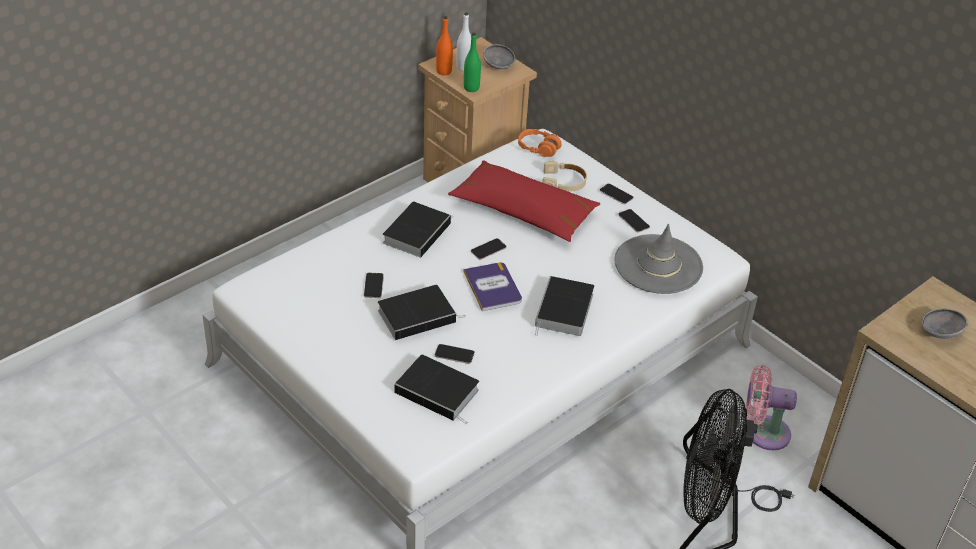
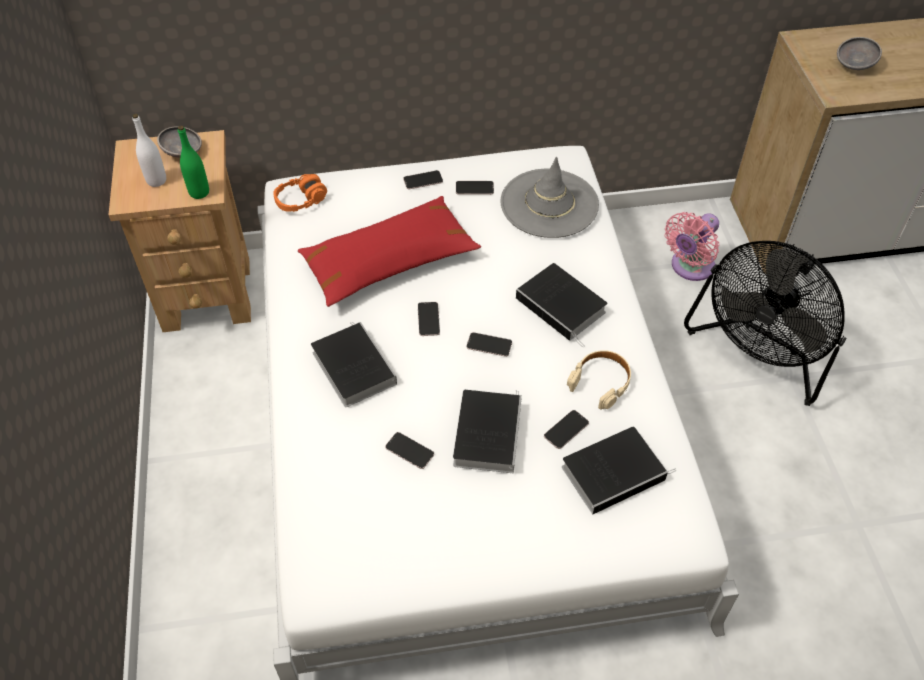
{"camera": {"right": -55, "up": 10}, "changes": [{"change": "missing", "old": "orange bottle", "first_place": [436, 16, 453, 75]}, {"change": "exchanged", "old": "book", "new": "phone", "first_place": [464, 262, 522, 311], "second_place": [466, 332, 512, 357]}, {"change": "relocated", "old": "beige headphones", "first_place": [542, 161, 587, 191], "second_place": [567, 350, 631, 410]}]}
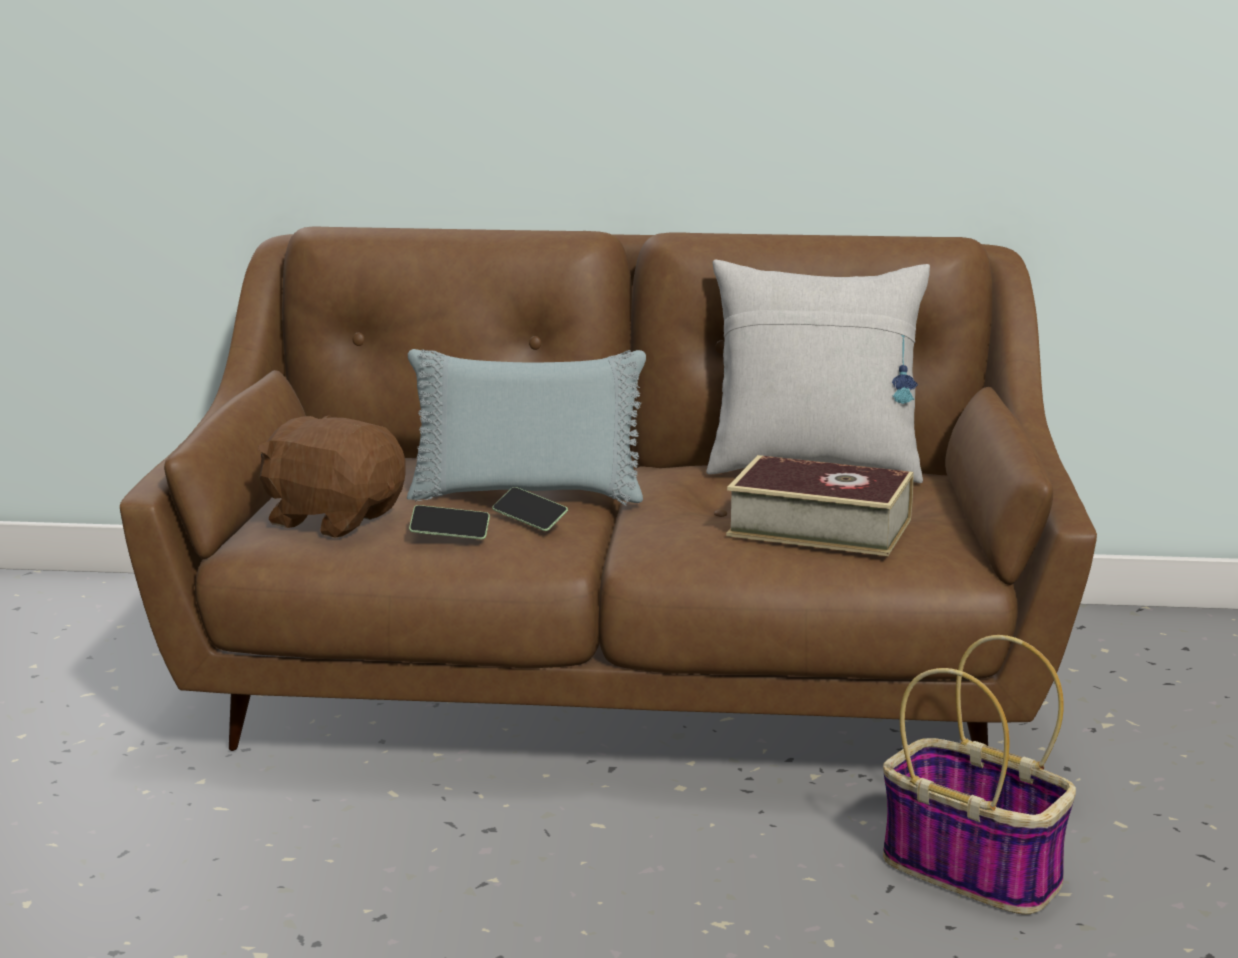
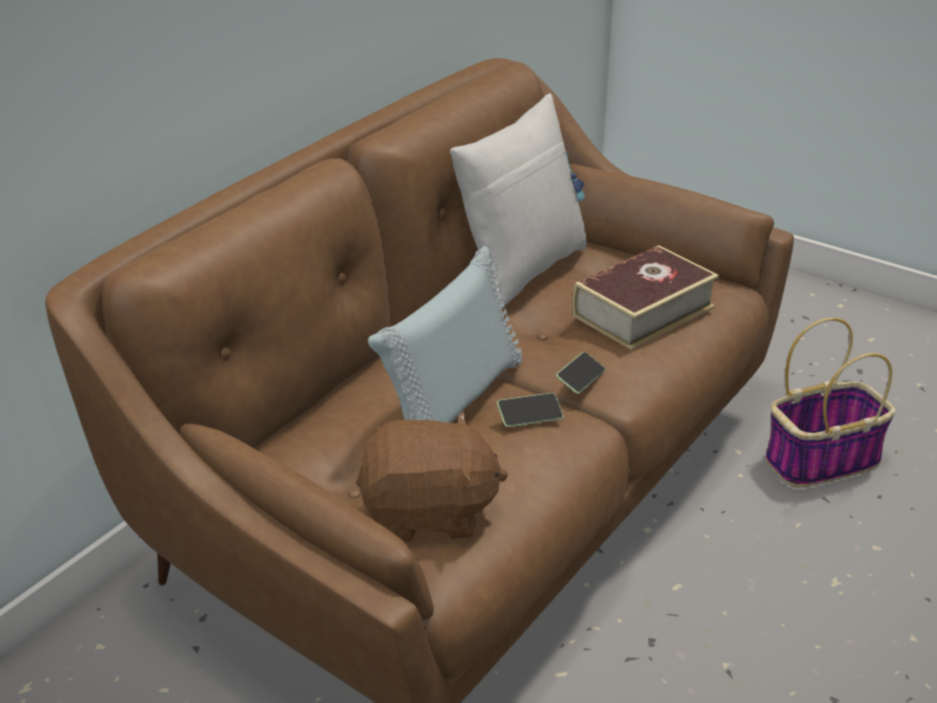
{"camera": {"right": -60, "up": 15}, "changes": [{"change": "spun", "old": "brown plush toy", "first_place": [258, 415, 405, 538], "second_place": [356, 411, 508, 541], "degrees": -150}, {"change": "relocated", "old": "phone", "first_place": [409, 505, 490, 539], "second_place": [556, 352, 605, 394]}]}
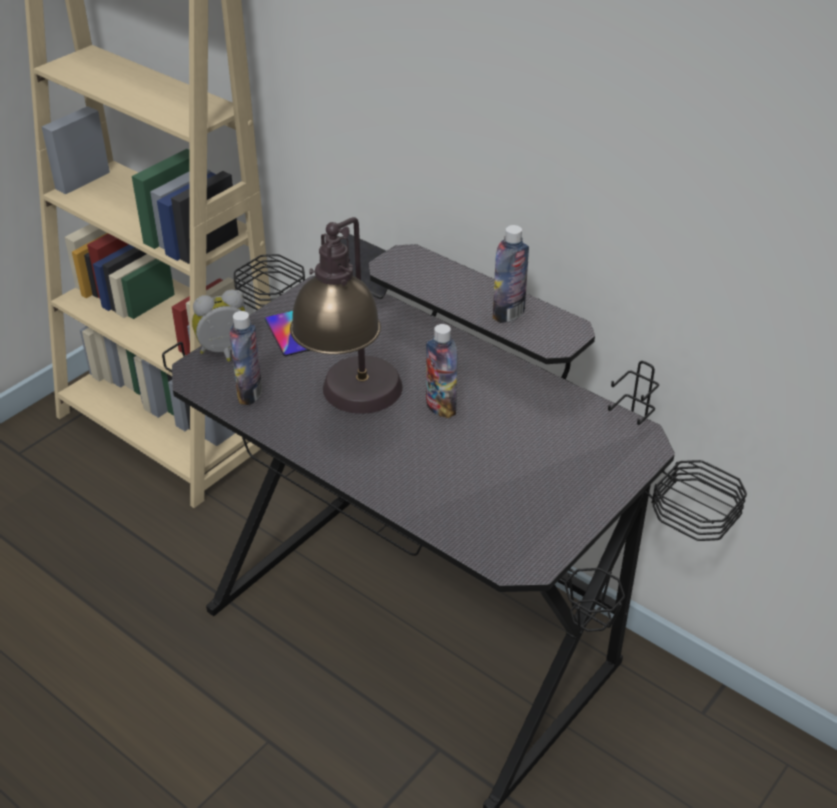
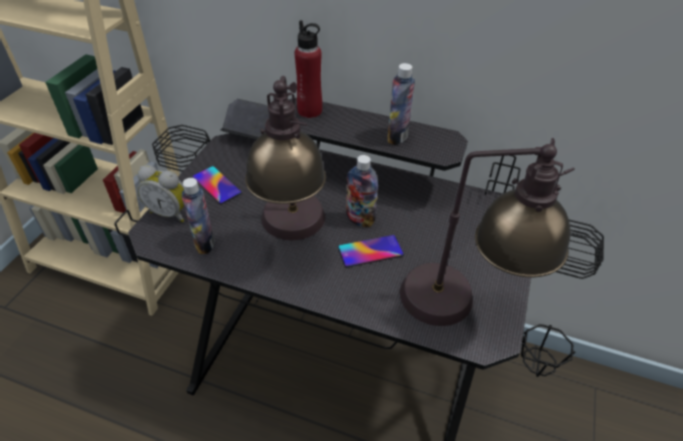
{"camera": {"right": -20, "up": 5}, "changes": [{"change": "spun", "old": "alarm clock", "first_place": [192, 290, 245, 362], "second_place": [137, 165, 184, 222], "degrees": -120}, {"change": "appeared", "new": "red bottle", "second_place": [294, 20, 322, 118]}, {"change": "appeared", "new": "phone", "second_place": [338, 235, 404, 267]}, {"change": "appeared", "new": "table lamp", "second_place": [400, 138, 575, 326]}]}
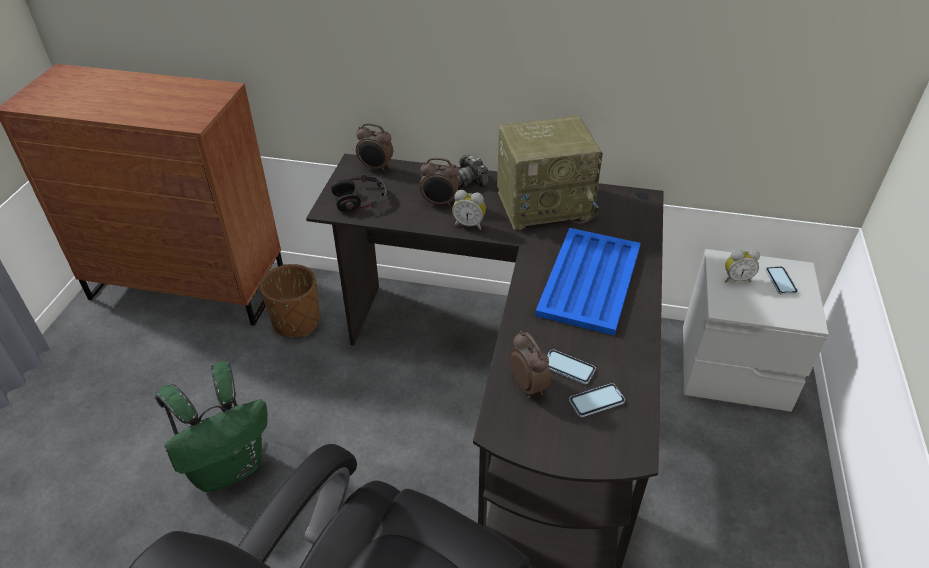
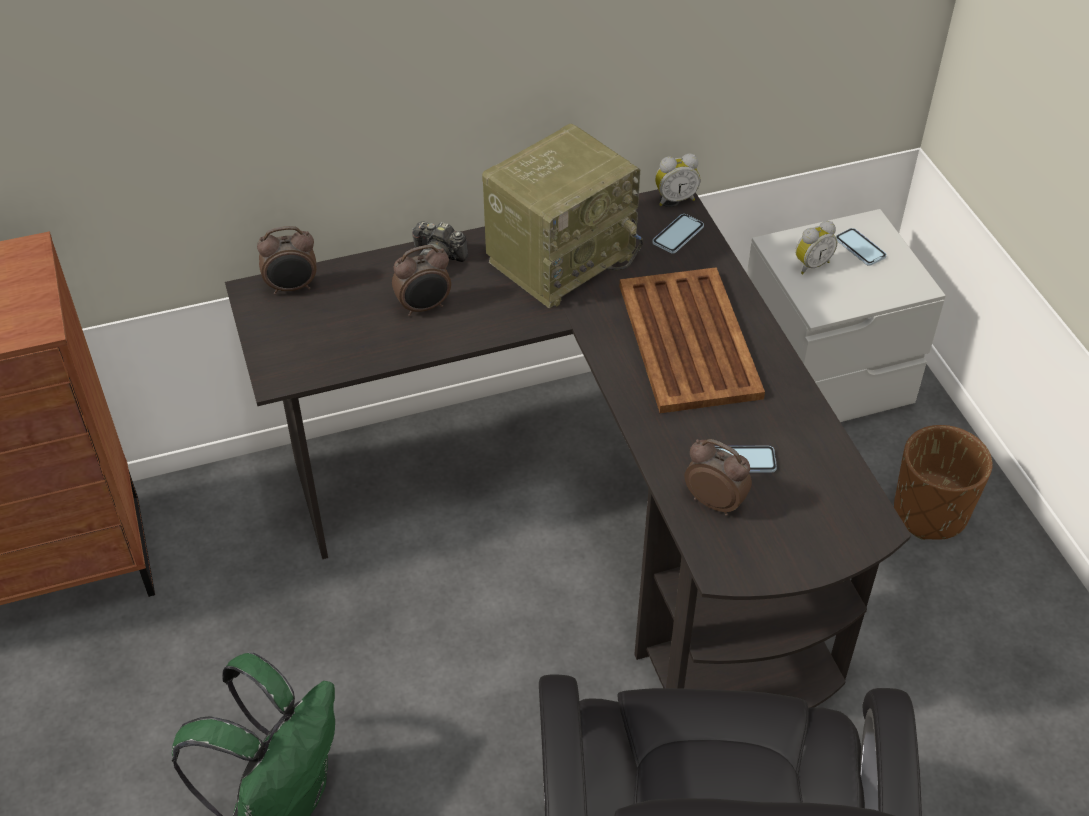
{"camera": {"right": -30, "up": 5}, "changes": [{"change": "relocated", "old": "brown planter", "first_place": [260, 264, 320, 338], "second_place": [894, 425, 993, 540]}, {"change": "missing", "old": "headphones", "first_place": [331, 175, 387, 212]}, {"change": "relocated", "old": "alarm clock", "first_place": [452, 190, 486, 230], "second_place": [655, 154, 700, 206]}, {"change": "colour", "old": "blue tray", "new": "brown tray", "first_place": [535, 228, 641, 336], "second_place": [620, 267, 765, 413]}, {"change": "relocated", "old": "phone", "first_place": [569, 383, 625, 417], "second_place": [652, 214, 704, 253]}]}
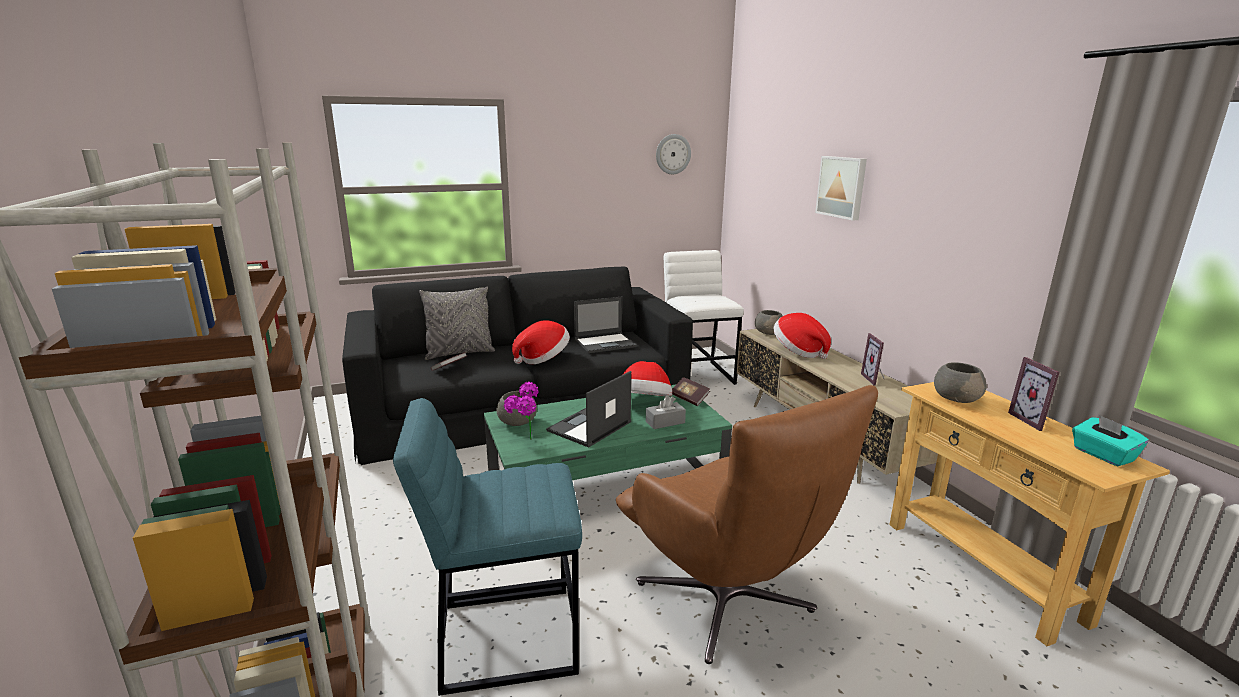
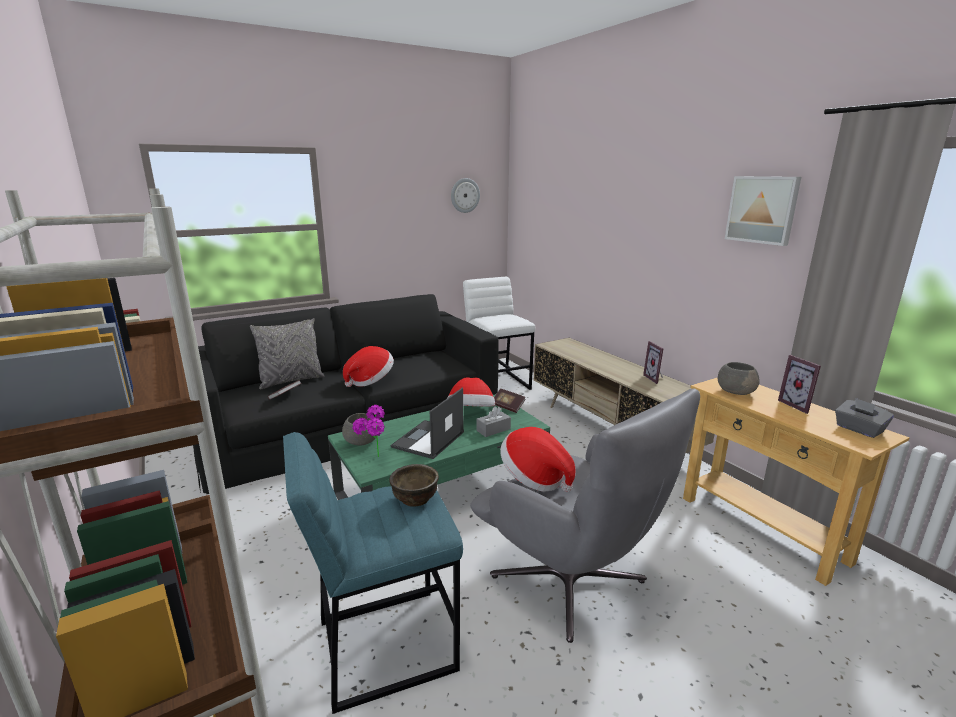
{"camera": {"right": -10, "up": 0}, "changes": [{"change": "missing", "old": "laptop", "first_place": [574, 297, 637, 353]}, {"change": "colour", "old": "brown armchair", "new": "grey armchair", "first_place": [616, 385, 878, 664], "second_place": [470, 388, 700, 643]}, {"change": "missing", "old": "grey bowl", "first_place": [755, 310, 783, 335]}, {"change": "relocated", "old": "hat", "first_place": [773, 313, 831, 359], "second_place": [500, 427, 576, 492]}, {"change": "relocated", "old": "picture", "first_place": [815, 156, 867, 221], "second_place": [725, 176, 801, 246]}, {"change": "colour", "old": "turquoise tissue box", "new": "grey tissue box", "first_place": [1072, 415, 1149, 466], "second_place": [835, 398, 894, 438]}, {"change": "appeared", "new": "brown bowl", "second_place": [390, 464, 439, 507]}]}
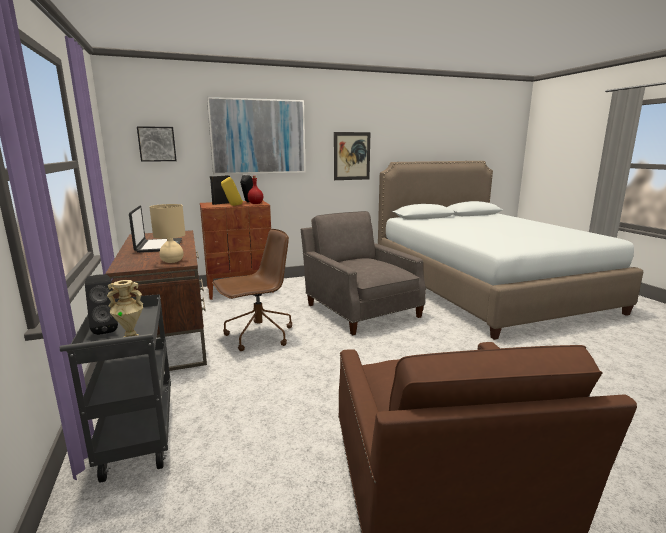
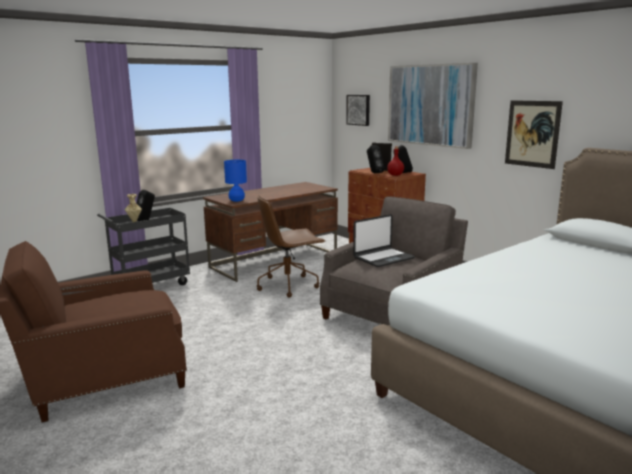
{"camera": {"right": 70, "up": 0}, "changes": [{"change": "relocated", "old": "laptop", "first_place": [129, 205, 182, 253], "second_place": [353, 214, 415, 267]}, {"change": "colour", "old": "beige table lamp", "new": "blue table lamp", "first_place": [150, 204, 185, 263], "second_place": [224, 160, 247, 202]}, {"change": "spun", "old": "brown office chair", "first_place": [212, 229, 292, 351], "second_place": [257, 195, 325, 298], "degrees": 120}, {"change": "colour", "old": "yellow speaker", "new": "black speaker", "first_place": [221, 177, 243, 206], "second_place": [367, 145, 385, 173]}]}
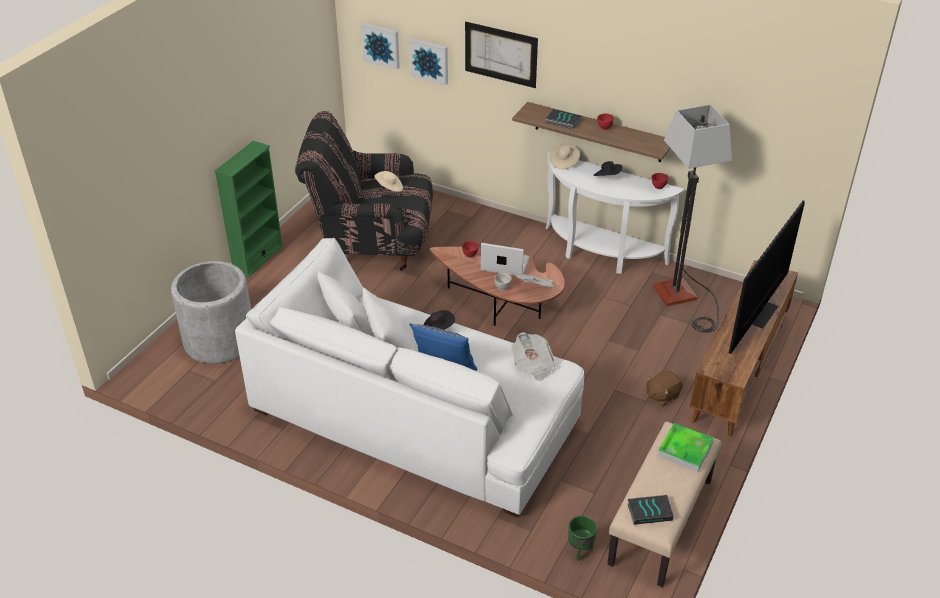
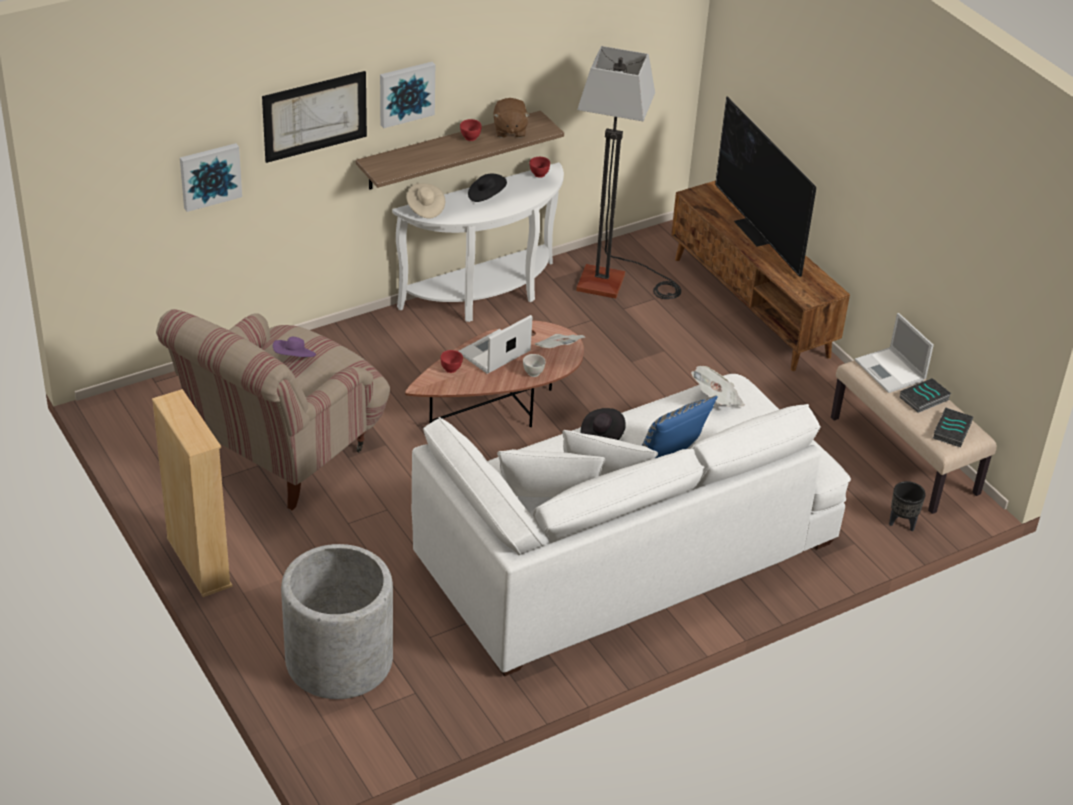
{"camera": {"right": -60, "up": 0}, "changes": [{"change": "colour", "old": "green bookcase", "new": "beige bookcase", "first_place": [214, 141, 284, 277], "second_place": [152, 389, 233, 597]}, {"change": "colour", "old": "black armchair", "new": "beige armchair", "first_place": [295, 111, 433, 271], "second_place": [156, 309, 390, 510]}, {"change": "relocated", "old": "picture", "first_place": [361, 23, 400, 69], "second_place": [380, 62, 435, 128]}, {"change": "colour", "old": "beige hat", "new": "purple hat", "first_place": [374, 171, 403, 192], "second_place": [273, 337, 316, 357]}, {"change": "relocated", "old": "book", "first_place": [546, 109, 581, 130], "second_place": [900, 378, 951, 413]}, {"change": "colour", "old": "green planter", "new": "black planter", "first_place": [568, 516, 597, 561], "second_place": [889, 481, 926, 531]}, {"change": "relocated", "old": "brown plush toy", "first_place": [646, 370, 683, 406], "second_place": [494, 98, 530, 138]}, {"change": "exchanged", "old": "tray", "new": "laptop", "first_place": [657, 423, 714, 472], "second_place": [855, 313, 934, 393]}]}
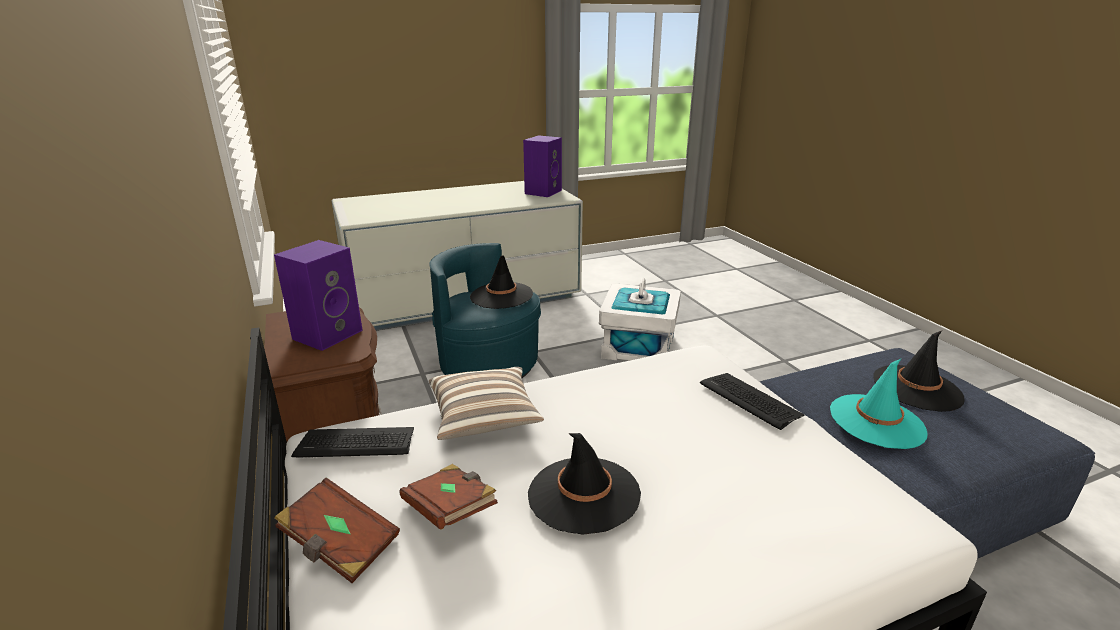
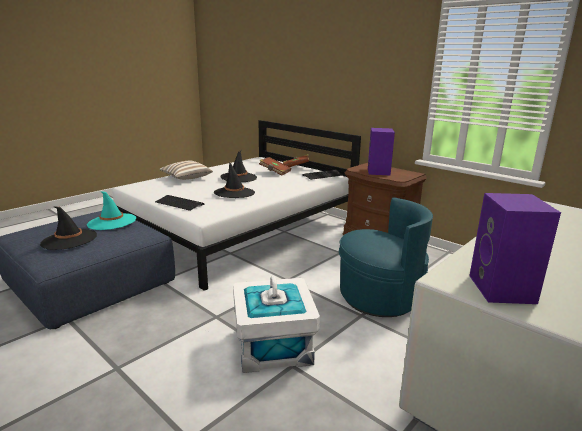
{"camera": {"right": 155, "up": -5}, "changes": [{"change": "relocated", "old": "pillow", "first_place": [429, 367, 544, 440], "second_place": [159, 161, 213, 180]}, {"change": "relocated", "old": "black hat", "first_place": [470, 255, 533, 309], "second_place": [214, 162, 255, 198]}]}
